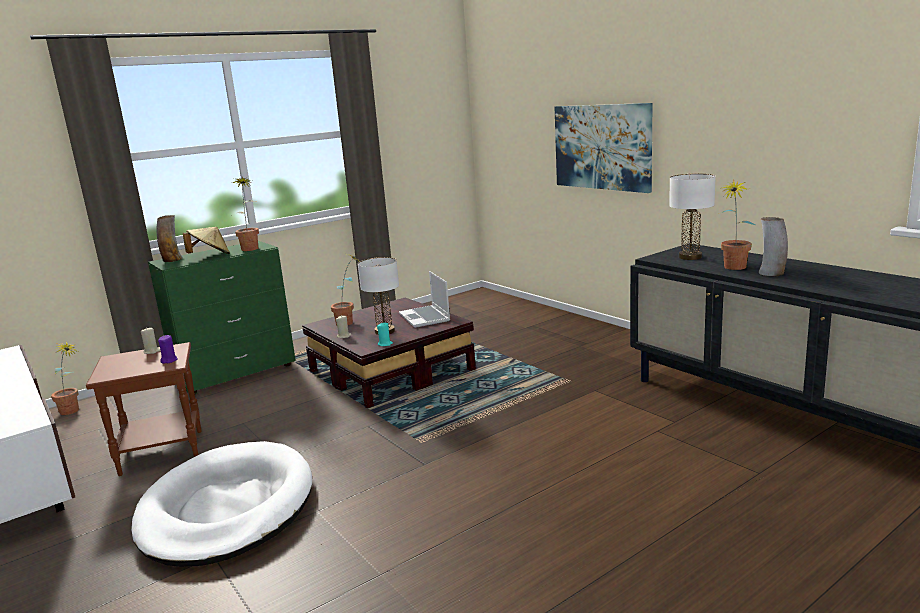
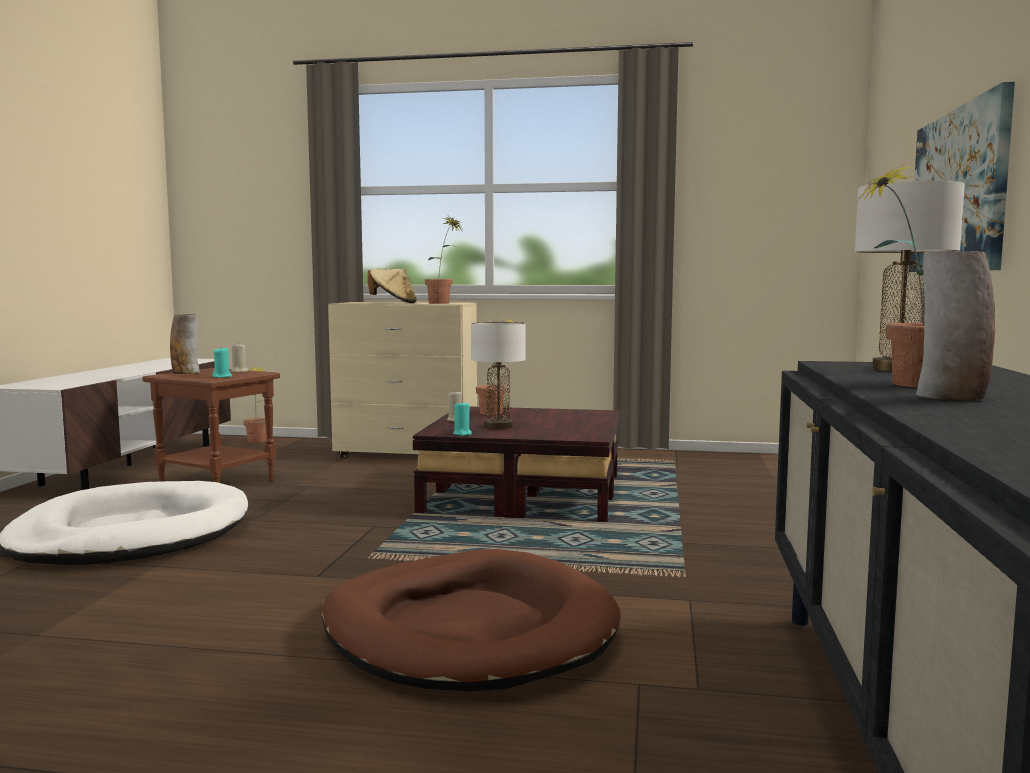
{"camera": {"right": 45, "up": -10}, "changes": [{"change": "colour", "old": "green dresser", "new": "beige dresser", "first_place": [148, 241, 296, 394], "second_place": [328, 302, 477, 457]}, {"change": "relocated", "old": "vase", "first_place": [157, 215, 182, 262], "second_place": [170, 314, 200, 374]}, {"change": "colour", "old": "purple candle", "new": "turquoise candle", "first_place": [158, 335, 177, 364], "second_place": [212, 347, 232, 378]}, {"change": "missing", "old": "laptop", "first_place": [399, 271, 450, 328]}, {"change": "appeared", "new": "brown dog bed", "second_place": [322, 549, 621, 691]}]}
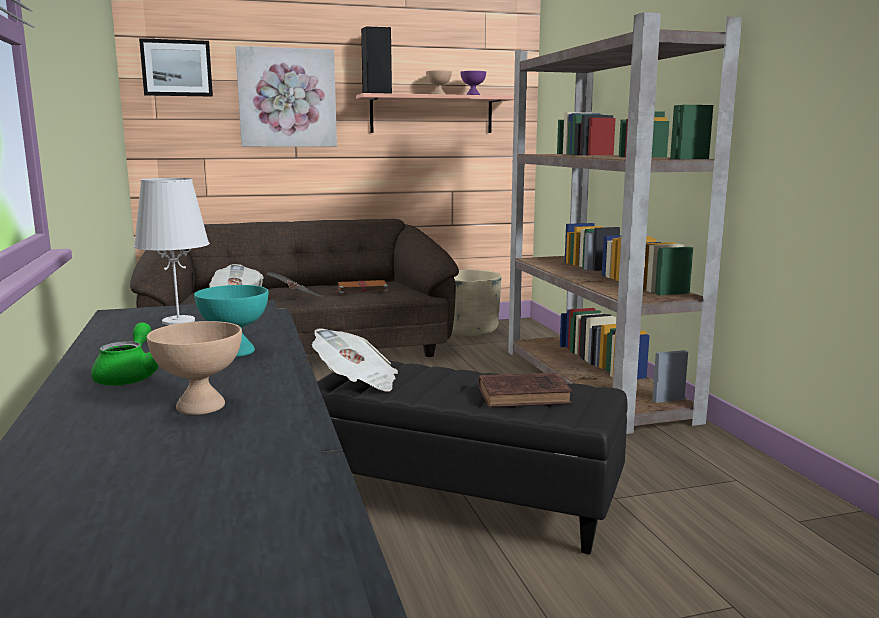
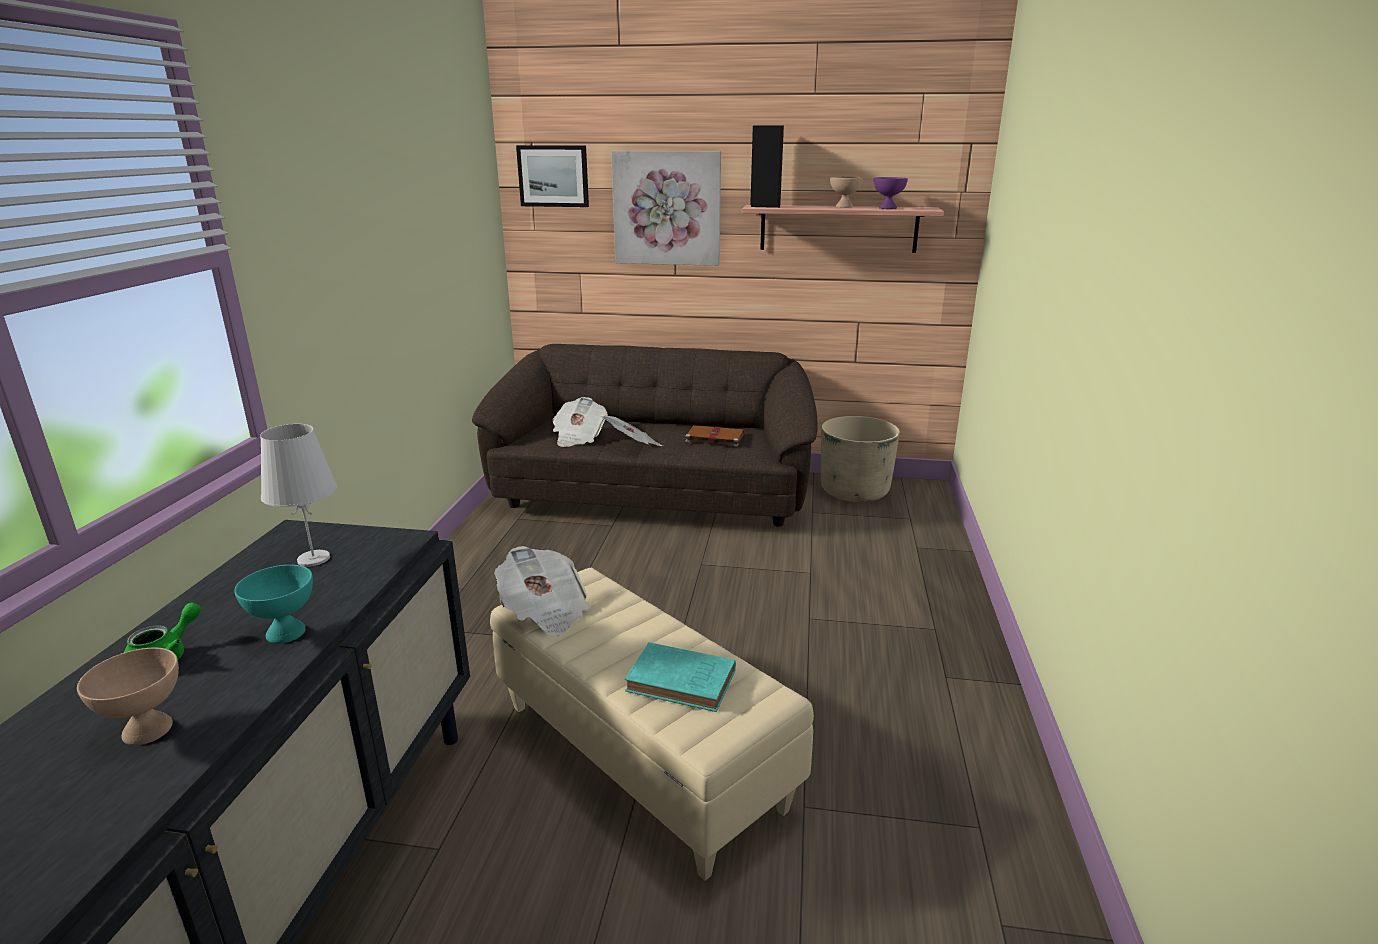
{"camera": {"right": 25, "up": 10}, "changes": [{"change": "colour", "old": "black ottoman", "new": "beige ottoman", "first_place": [317, 361, 628, 554], "second_place": [490, 568, 814, 881]}, {"change": "colour", "old": "brown book", "new": "turquoise book", "first_place": [479, 373, 572, 407], "second_place": [625, 642, 736, 712]}, {"change": "missing", "old": "brown bookcase", "first_place": [508, 12, 742, 434]}]}
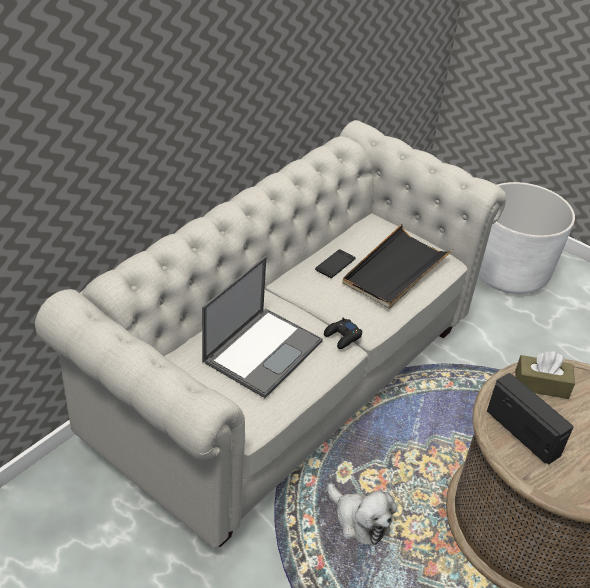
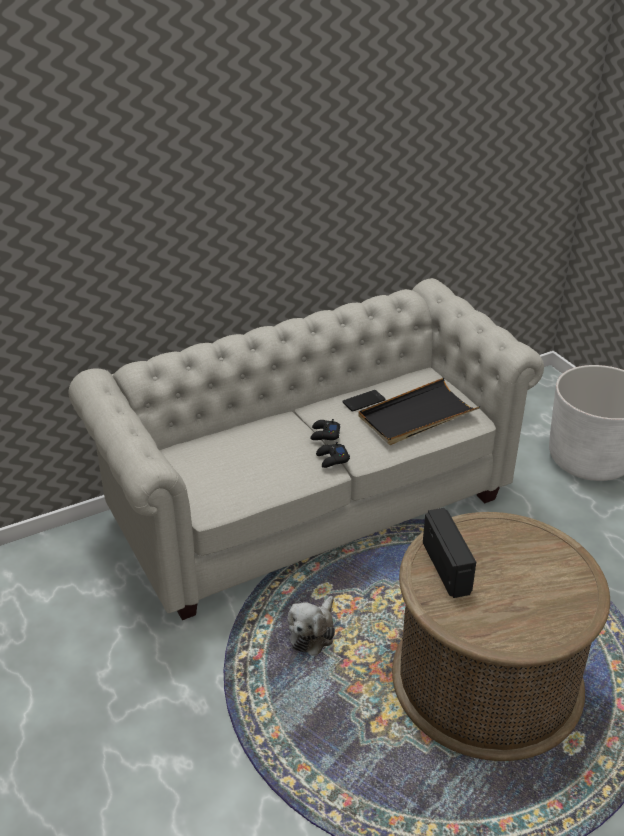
{"camera": {"right": 25, "up": -5}, "changes": [{"change": "missing", "old": "laptop", "first_place": [202, 256, 323, 398]}, {"change": "spun", "old": "plush toy", "first_place": [327, 483, 397, 546], "second_place": [288, 596, 335, 656], "degrees": 45}, {"change": "missing", "old": "brown tissue box", "first_place": [515, 351, 575, 399]}, {"change": "appeared", "new": "black game controller", "second_place": [310, 419, 340, 440]}]}
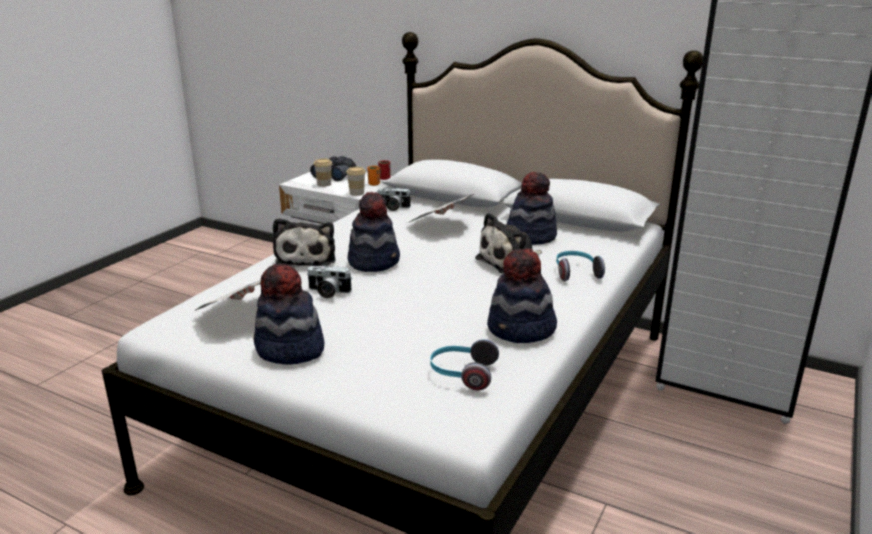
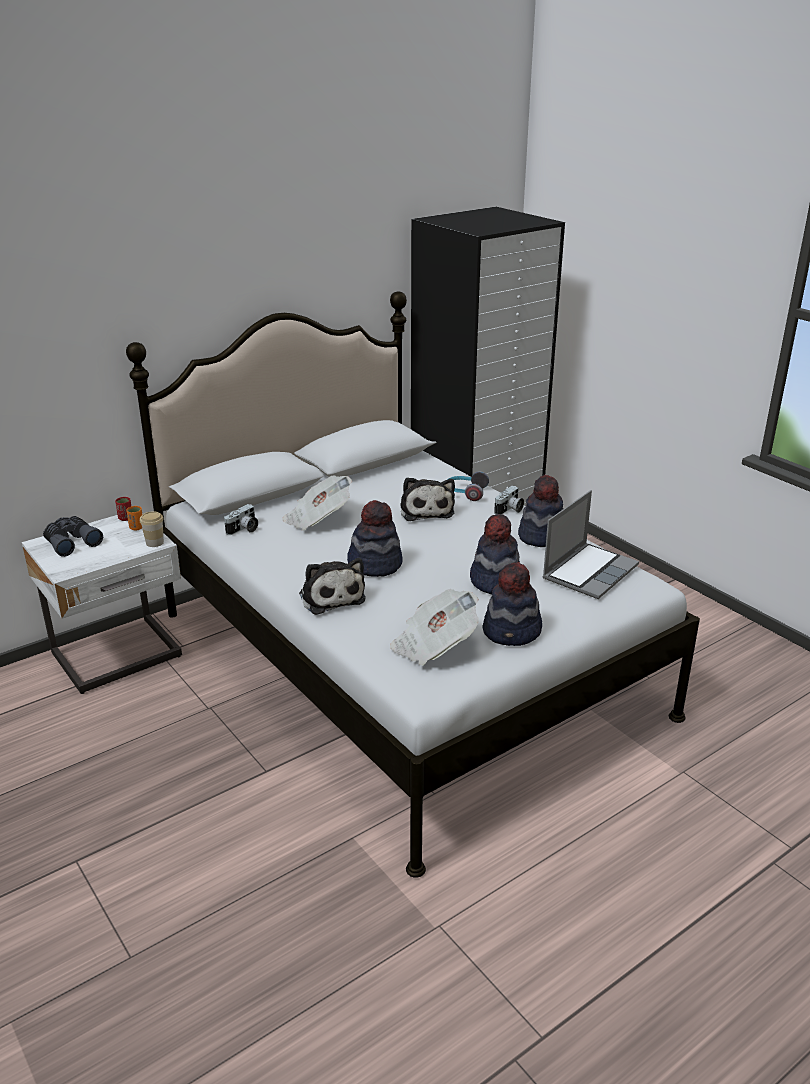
{"camera": {"right": -65, "up": 5}, "changes": [{"change": "spun", "old": "plush toy", "first_place": [273, 218, 336, 267], "second_place": [299, 558, 366, 615], "degrees": 45}, {"change": "relocated", "old": "photo camera", "first_place": [307, 266, 352, 298], "second_place": [494, 486, 524, 515]}, {"change": "missing", "old": "cup", "first_place": [314, 158, 332, 187]}, {"change": "exchanged", "old": "headphones", "new": "laptop", "first_place": [430, 339, 499, 390], "second_place": [543, 490, 639, 599]}, {"change": "relocated", "old": "hat", "first_place": [506, 172, 557, 245], "second_place": [470, 514, 520, 594]}]}
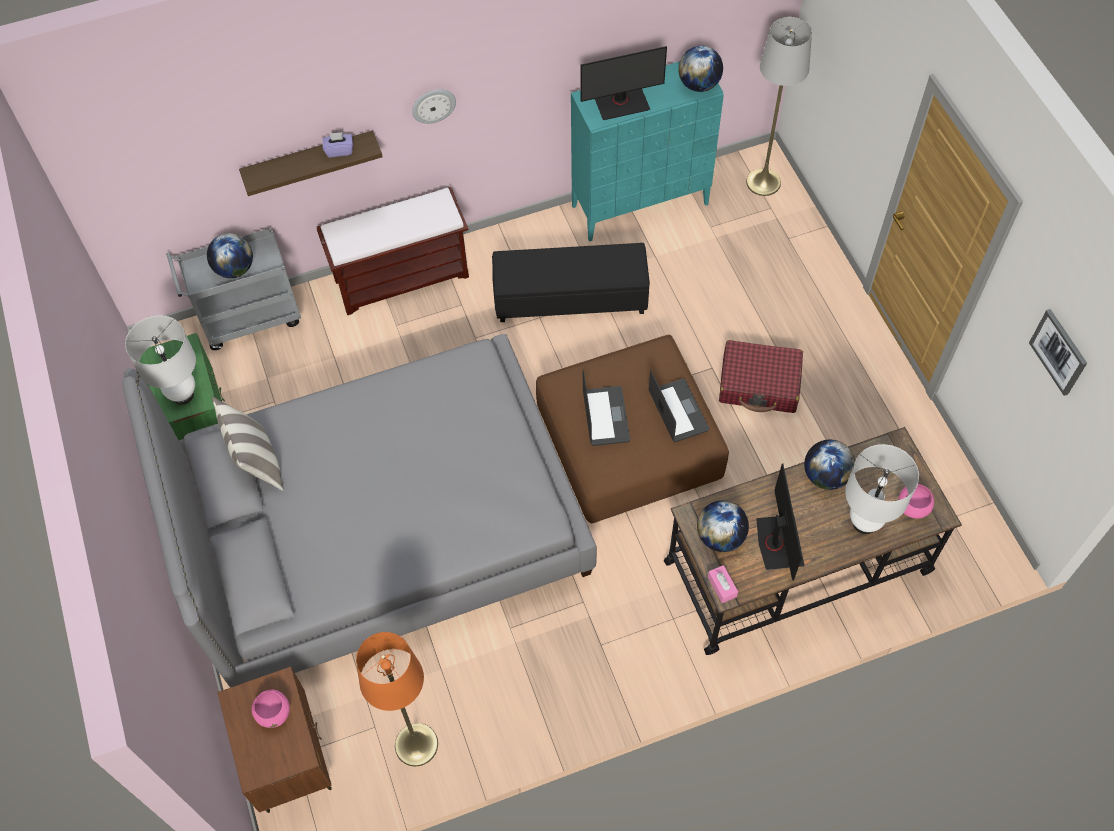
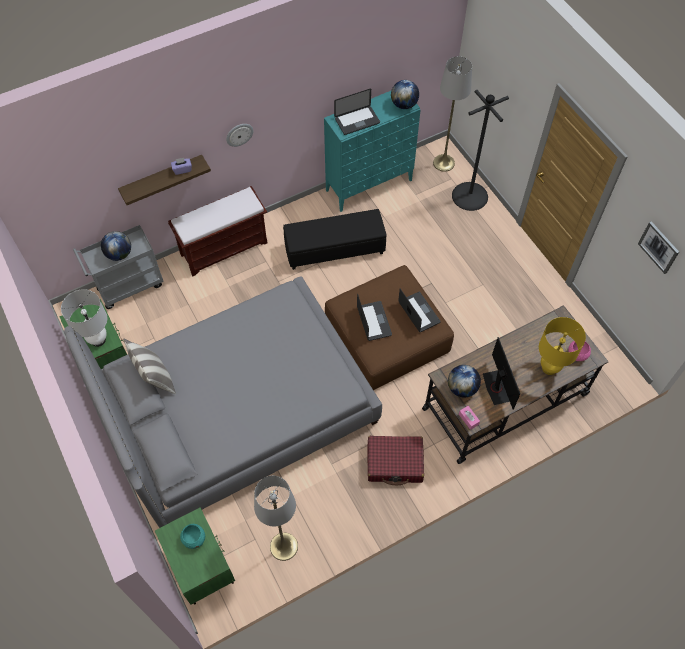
{"camera": {"right": -10, "up": 0}, "changes": [{"change": "colour", "old": "brown nightstand", "new": "green nightstand", "first_place": [217, 667, 332, 813], "second_place": [155, 507, 235, 605]}, {"change": "colour", "old": "pink bowl", "new": "turquoise bowl", "first_place": [252, 690, 290, 728], "second_place": [180, 524, 205, 549]}, {"change": "colour", "old": "orange floor lamp", "new": "grey floor lamp", "first_place": [356, 632, 438, 766], "second_place": [254, 476, 298, 561]}, {"change": "exchanged", "old": "monitor", "new": "laptop", "first_place": [581, 46, 667, 120], "second_place": [334, 89, 380, 135]}, {"change": "relocated", "old": "red suitcase", "first_place": [719, 340, 803, 413], "second_place": [367, 436, 424, 485]}, {"change": "missing", "old": "globe", "first_place": [804, 439, 855, 490]}, {"change": "colour", "old": "white table lamp", "new": "yellow table lamp", "first_place": [845, 444, 919, 534], "second_place": [539, 317, 586, 375]}, {"change": "appeared", "new": "black clothes rack", "second_place": [452, 90, 509, 211]}]}
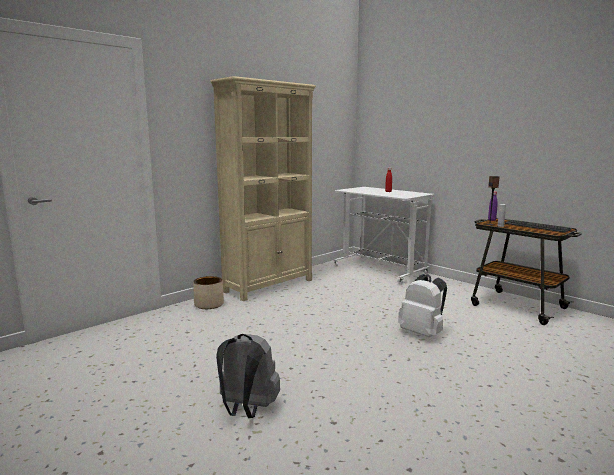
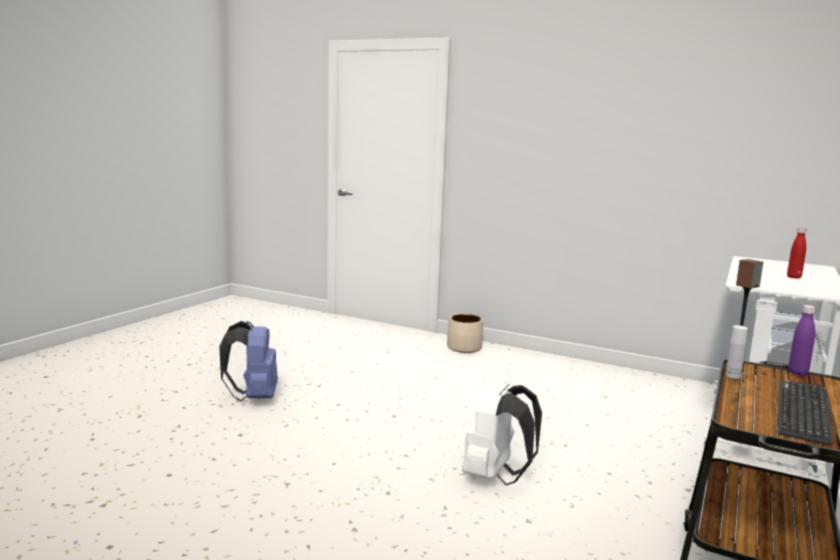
{"camera": {"right": 70, "up": 0}, "changes": [{"change": "missing", "old": "beige bookcase", "first_place": [210, 76, 316, 301]}, {"change": "colour", "old": "grey backpack", "new": "blue backpack", "first_place": [216, 334, 280, 418], "second_place": [219, 321, 278, 401]}]}
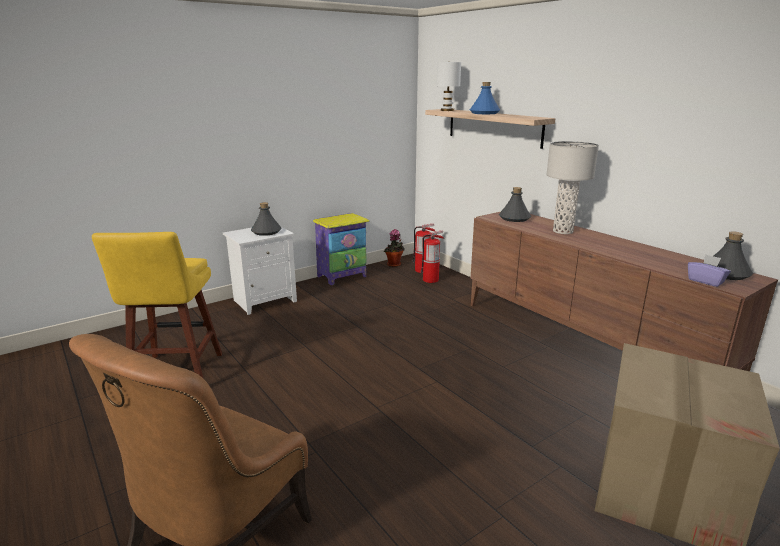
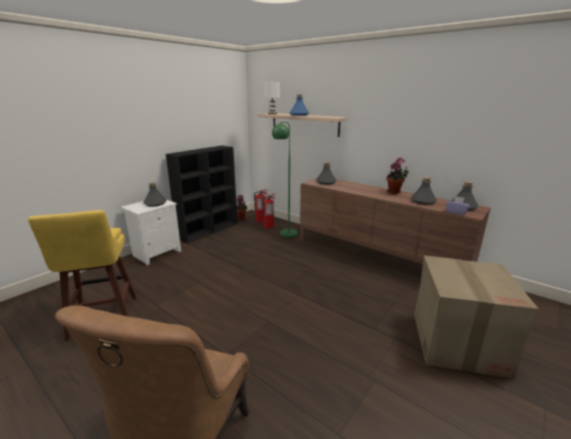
{"camera": {"right": -15, "up": 0}, "changes": [{"change": "exchanged", "old": "nightstand", "new": "black bookcase", "first_place": [313, 213, 370, 285], "second_place": [166, 146, 237, 243]}, {"change": "missing", "old": "white table lamp", "first_place": [546, 141, 599, 234]}, {"change": "appeared", "new": "green floor lamp", "second_place": [272, 122, 298, 238]}, {"change": "appeared", "new": "potted plant", "second_place": [387, 158, 409, 194]}, {"change": "appeared", "new": "grey bottle", "second_place": [410, 177, 437, 205]}]}
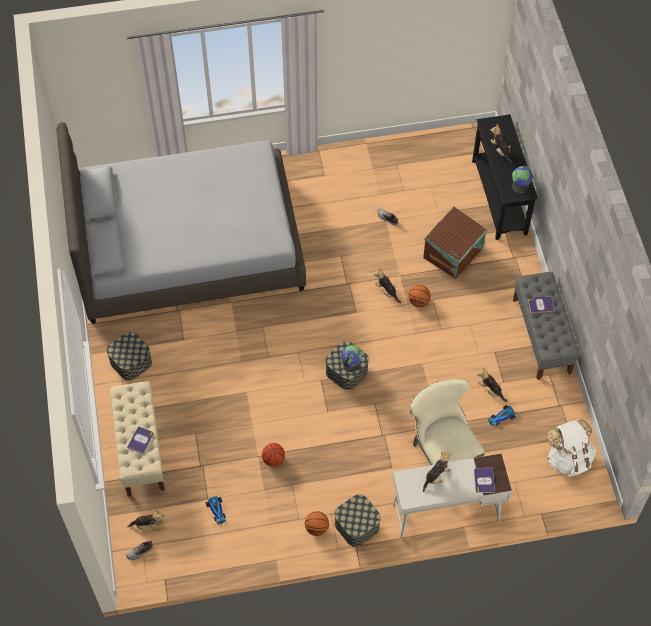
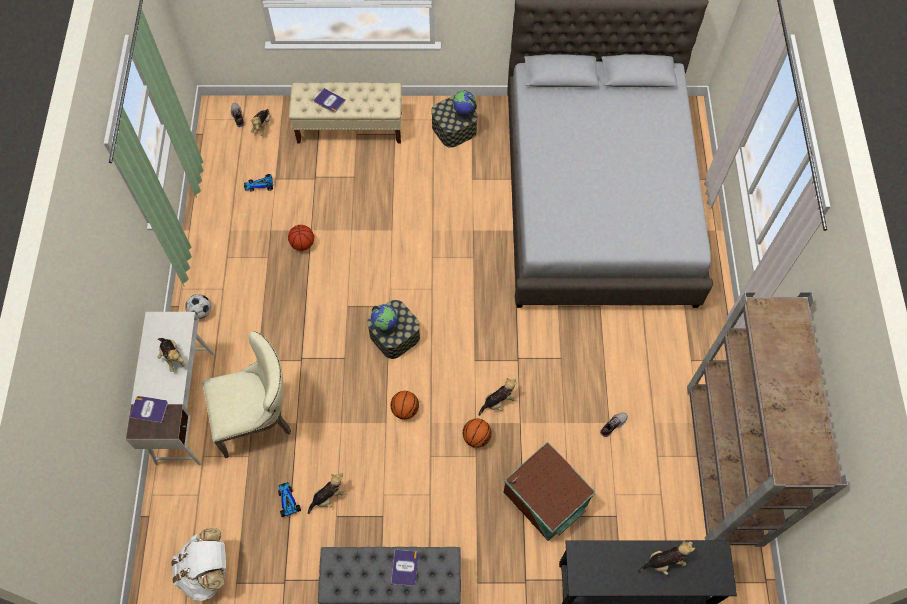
{"camera": {"right": 100, "up": 5}, "changes": [{"change": "relocated", "old": "basketball", "first_place": [305, 511, 329, 536], "second_place": [390, 391, 419, 420]}, {"change": "exchanged", "old": "storage box", "new": "football", "first_place": [334, 494, 381, 547], "second_place": [185, 294, 211, 319]}, {"change": "relocated", "old": "globe", "first_place": [512, 165, 533, 193], "second_place": [453, 90, 477, 122]}, {"change": "appeared", "new": "brown bookcase", "second_place": [687, 292, 848, 547]}]}
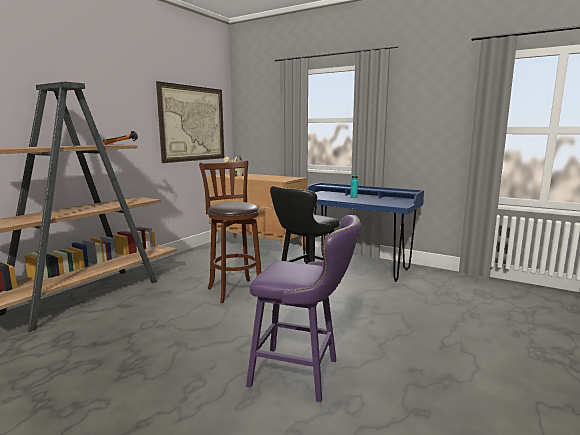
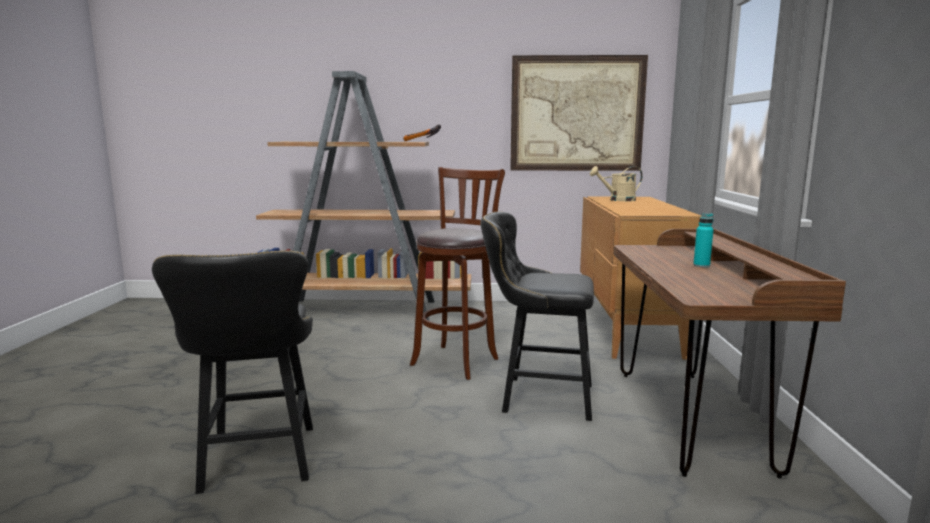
{"camera": {"right": 60, "up": 0}, "changes": [{"change": "colour", "old": "purple stool", "new": "black stool", "first_place": [246, 215, 361, 402], "second_place": [152, 250, 313, 494]}, {"change": "colour", "old": "blue desk", "new": "brown desk", "first_place": [303, 183, 424, 282], "second_place": [614, 229, 846, 479]}]}
